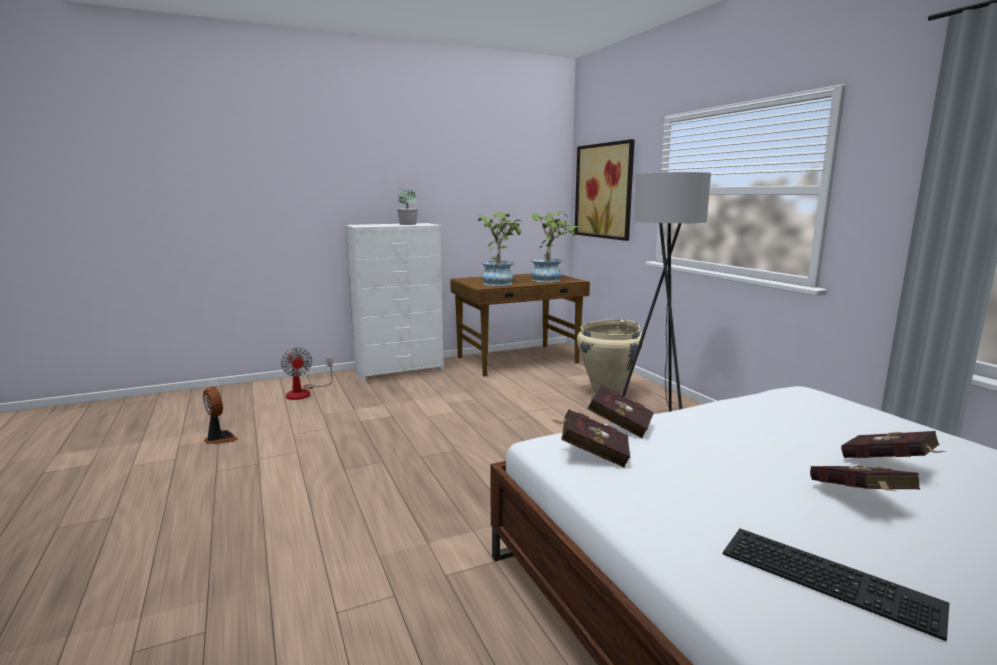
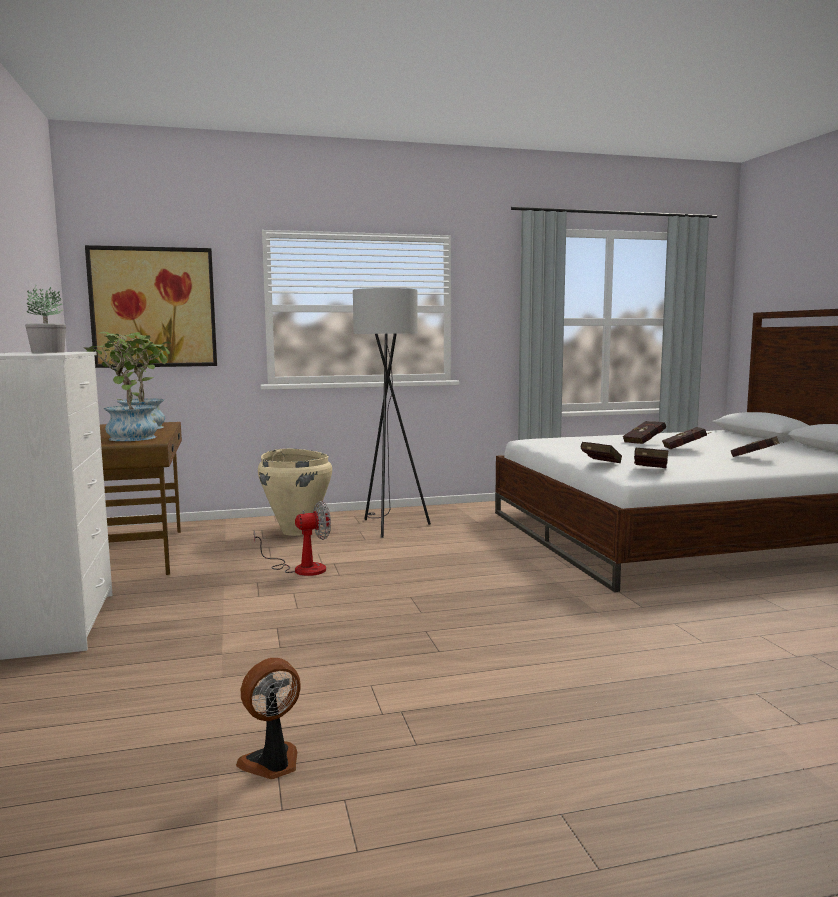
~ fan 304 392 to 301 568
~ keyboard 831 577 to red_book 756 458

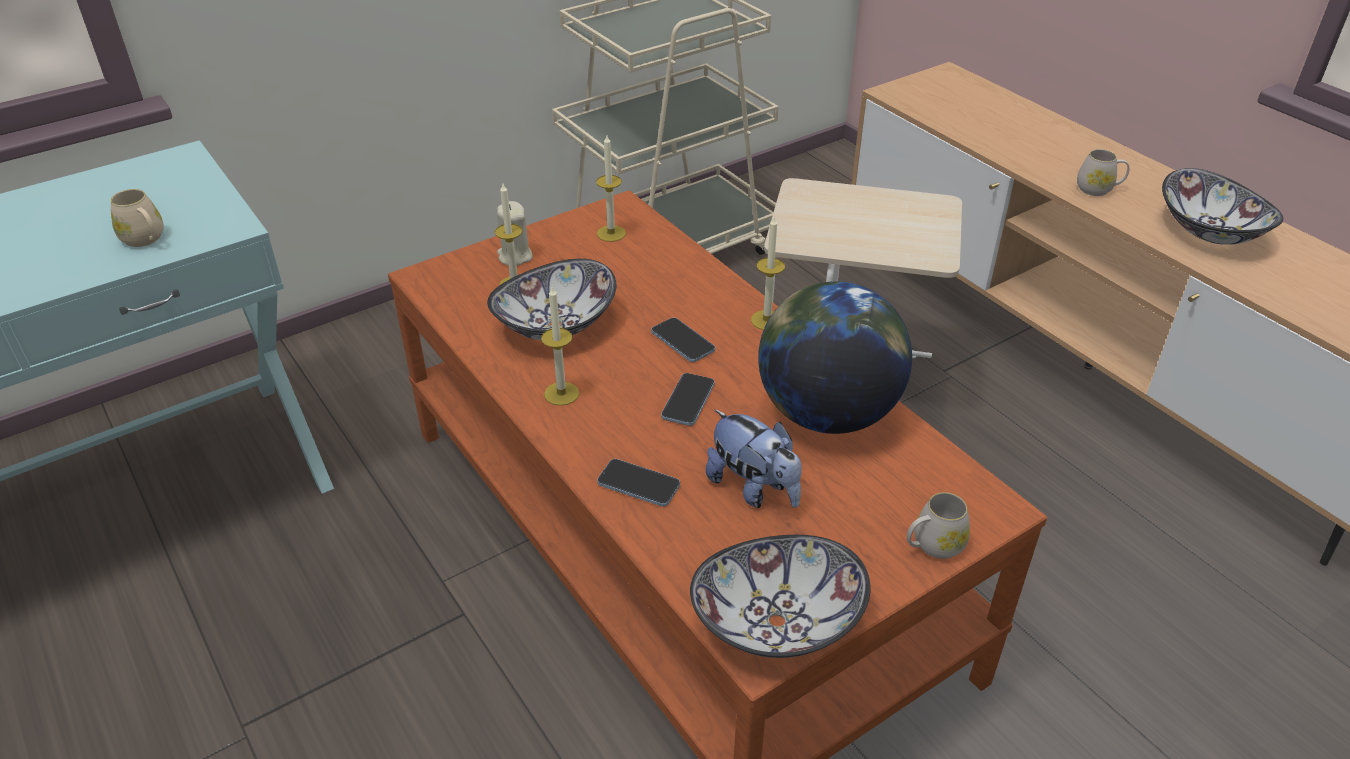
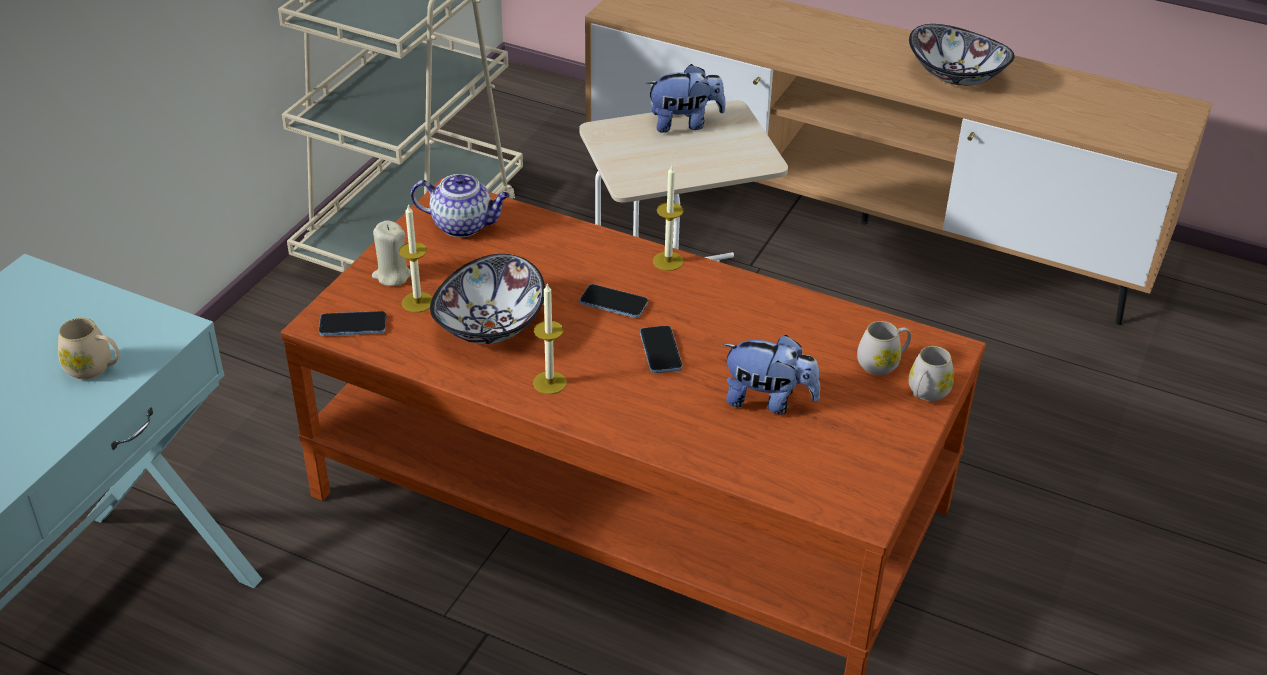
- bowl 776 620
- globe 826 413
+ plush_toy 684 123
~ phone 638 484 to 353 325
~ white_mug 1098 189 to 882 363
~ candle 611 233 to teapot 463 225

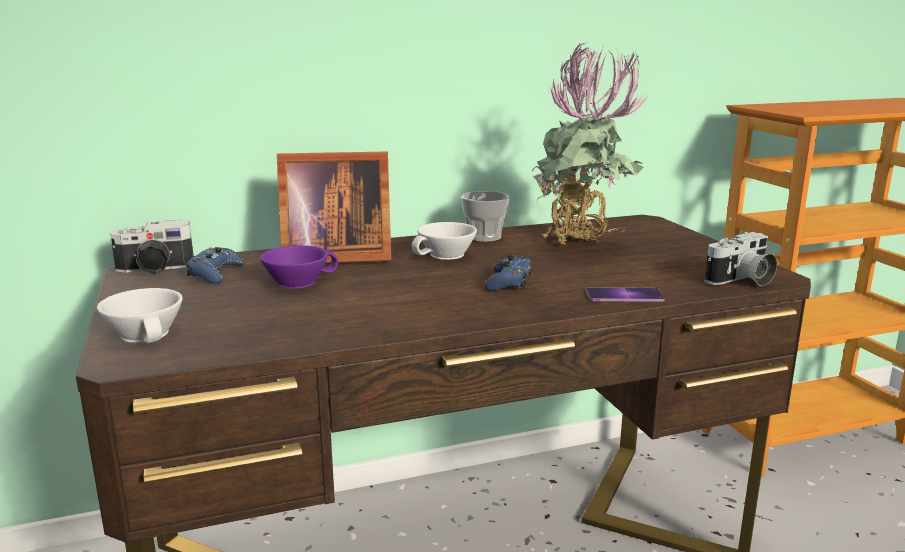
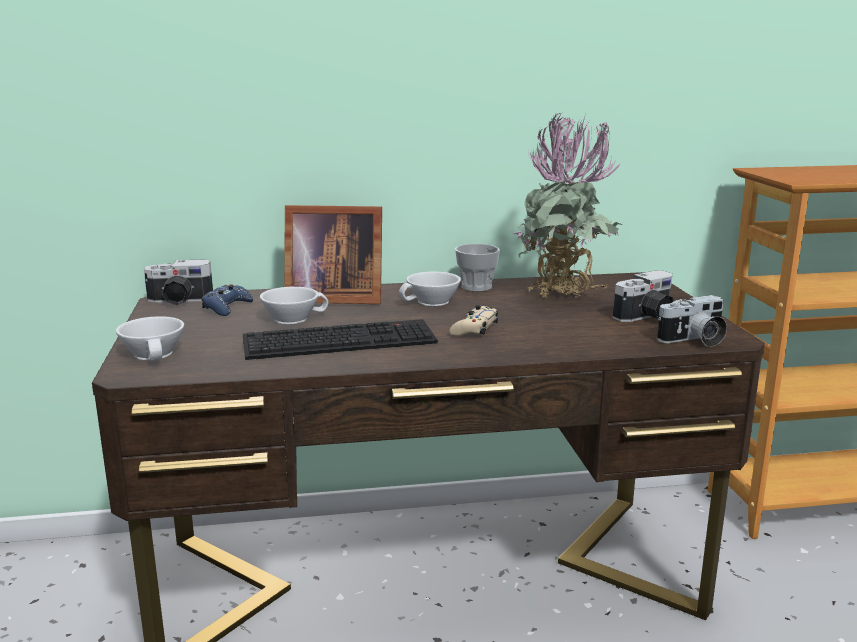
- phone 624 295
+ keyboard 341 340
+ photo_camera 647 317
~ purple_cup 297 281 to white_cup 292 317
~ blue_game_controller 508 282 to beige_game_controller 474 329

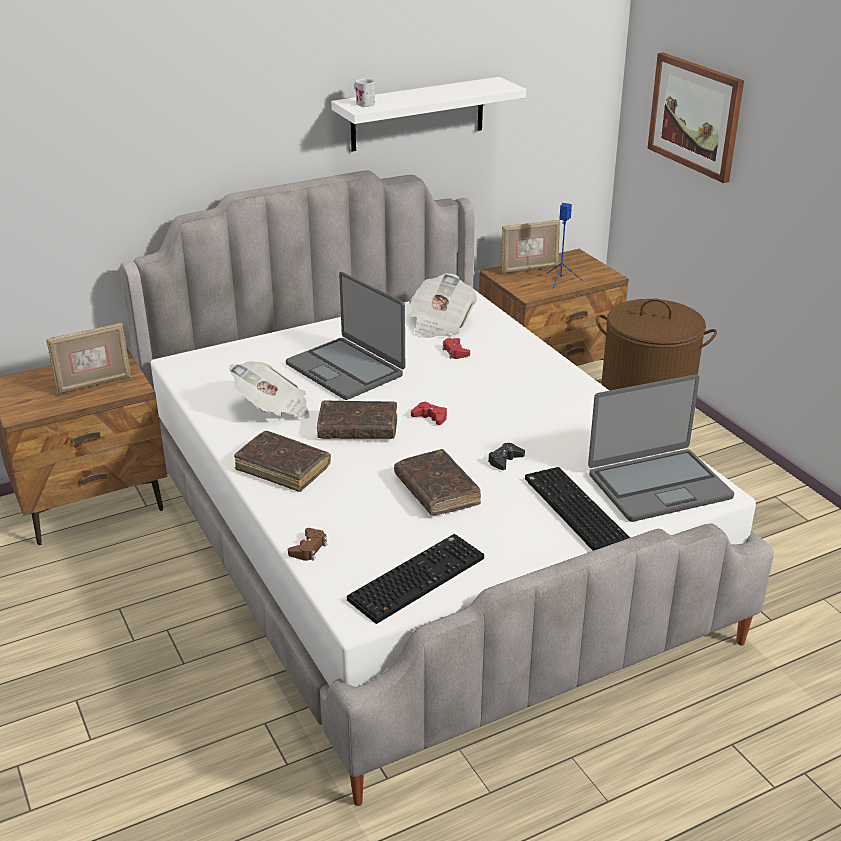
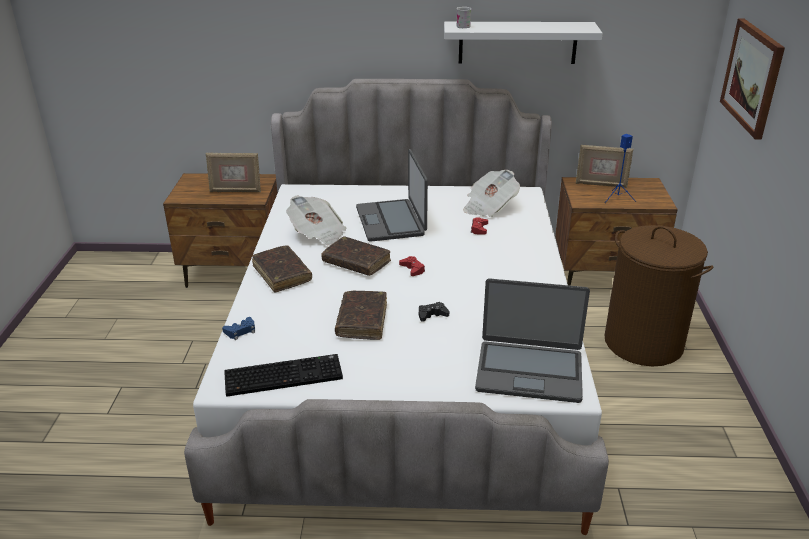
- keyboard 572 509
~ brown_game_controller 309 549 to blue_game_controller 240 331

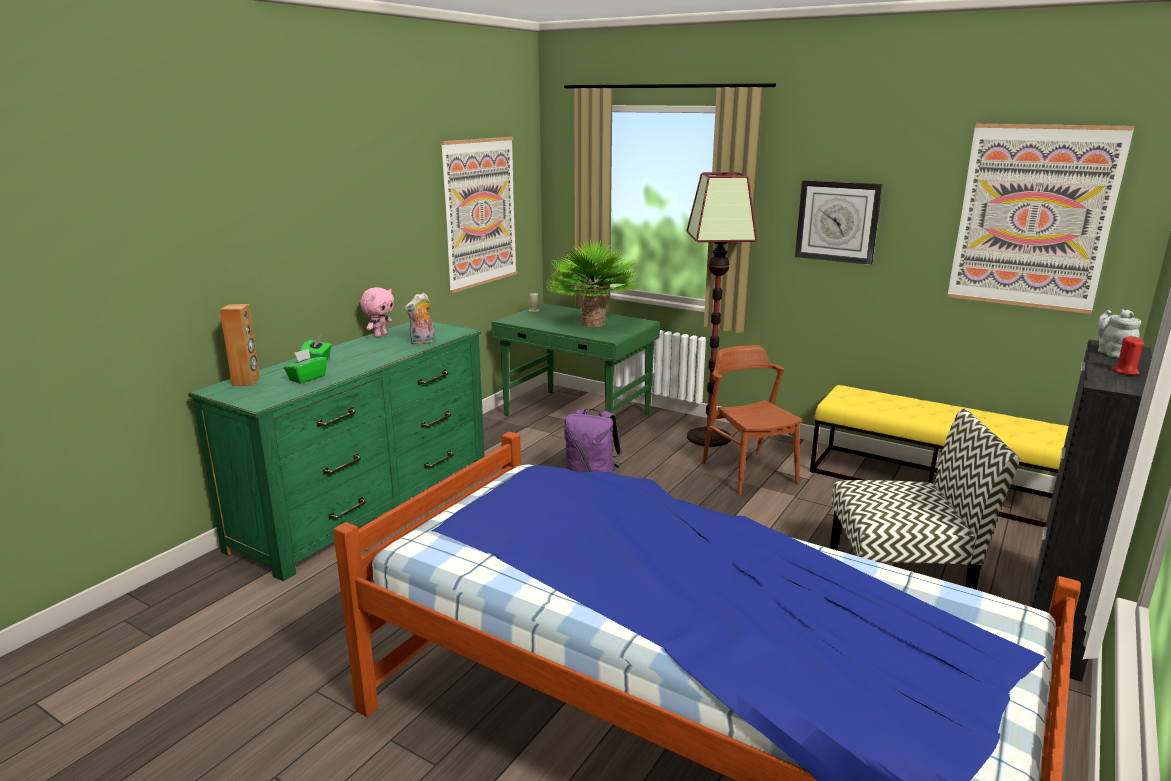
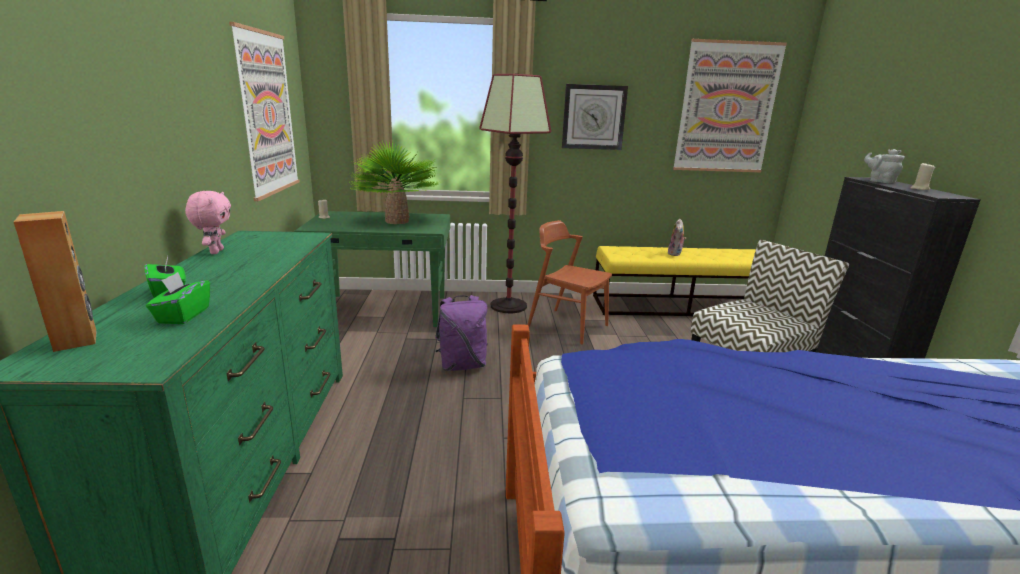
~ plush_toy 422 342 to 675 254
~ red_candle 1125 372 to beige_candle 919 189

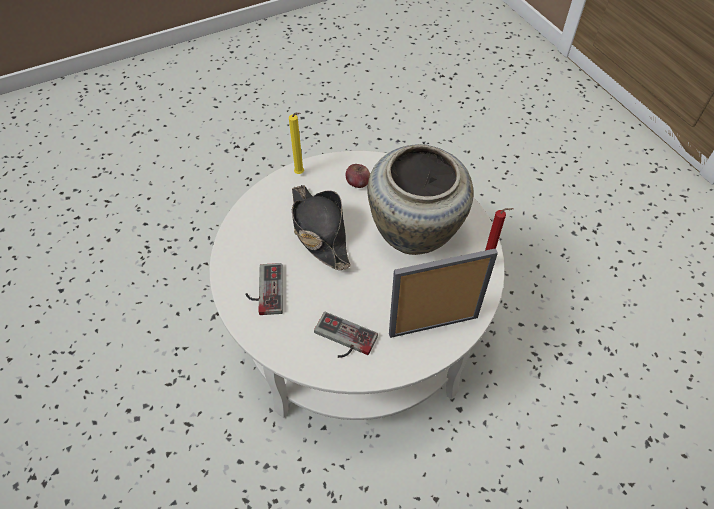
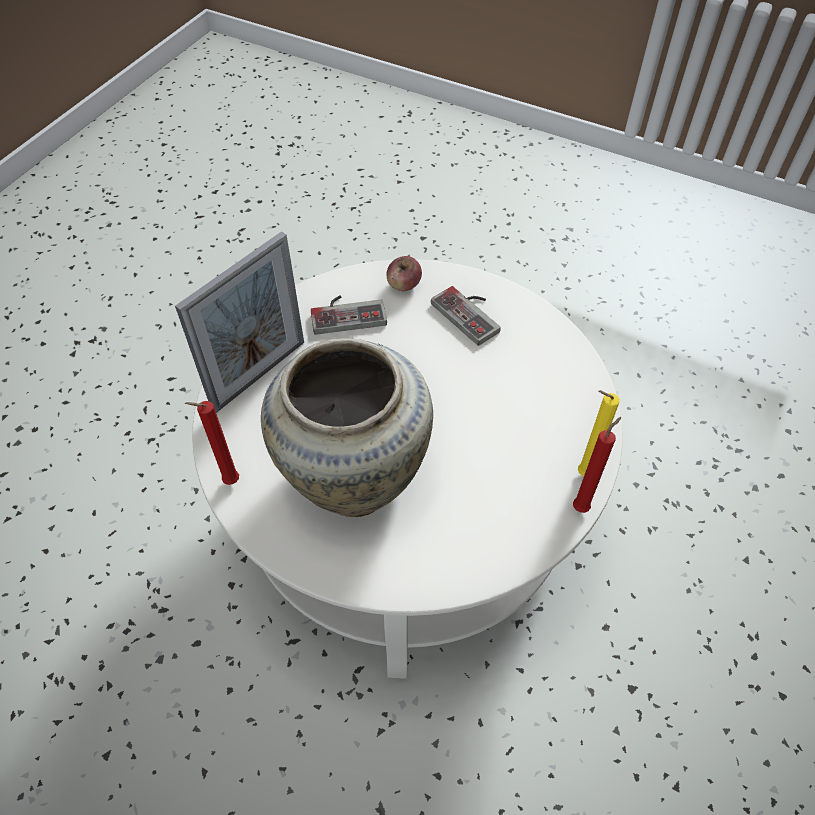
- black_hat 319 231
+ red_candle 582 506
~ apple 358 183 to 404 285

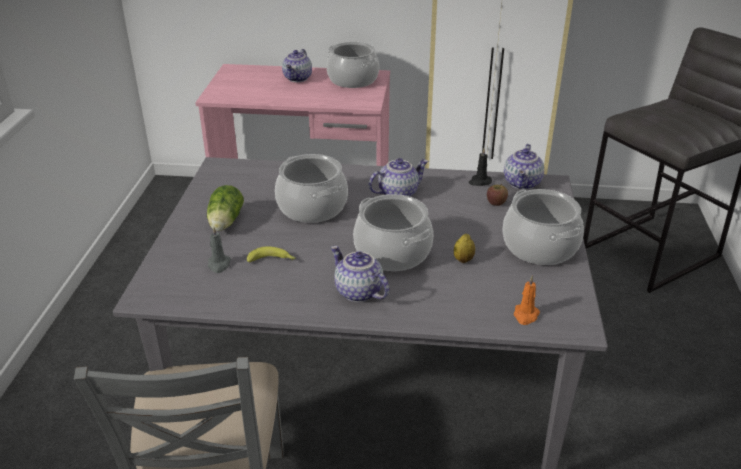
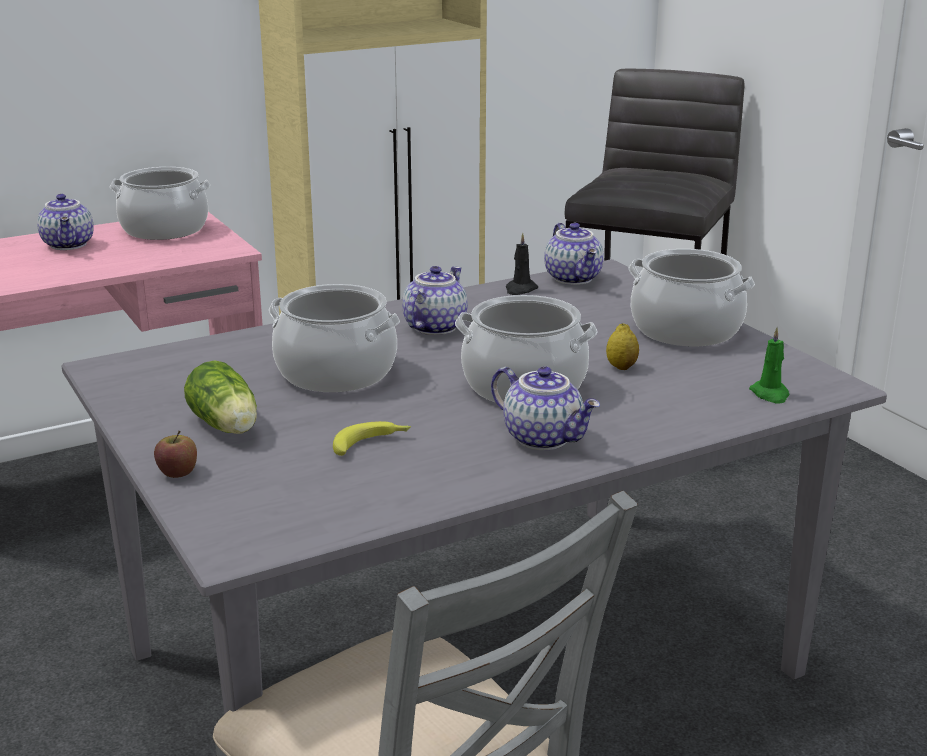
- grey_candle 219 265
~ apple 496 202 to 177 472
~ orange_candle 525 315 to green_candle 770 394
~ teapot 357 292 = 544 438 150 degrees counterclockwise

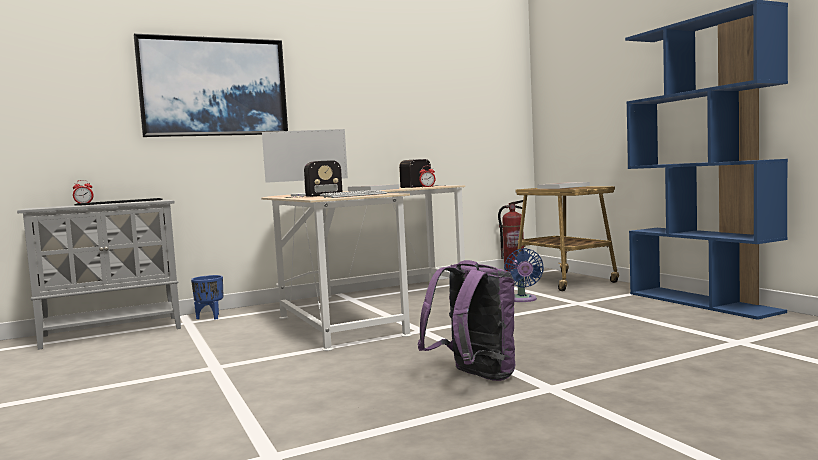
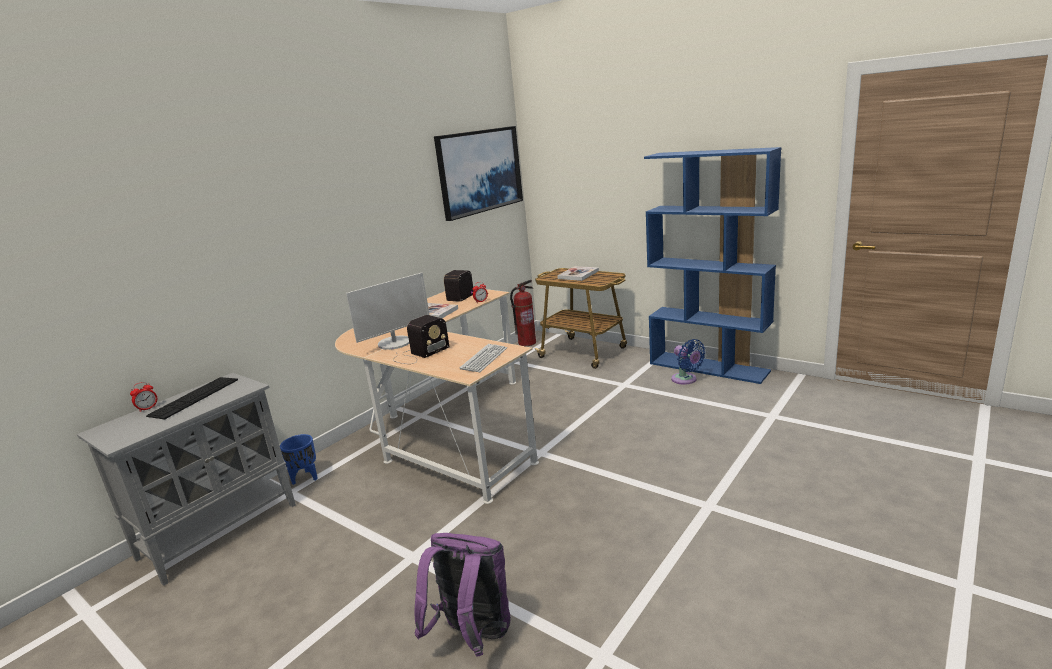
~ picture 214 87 to 479 171
~ purple_backpack 474 377 to 472 636
~ blue_fan 522 300 to 686 380

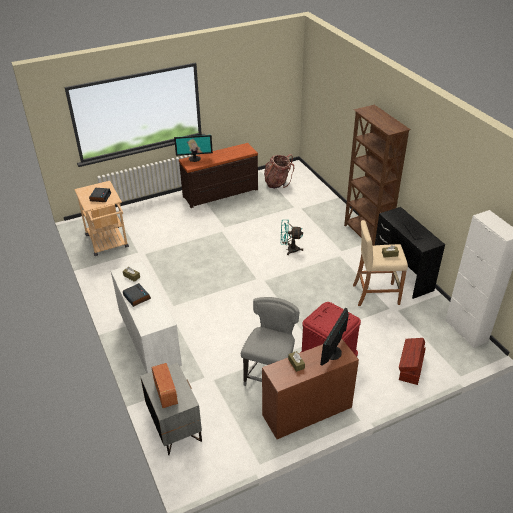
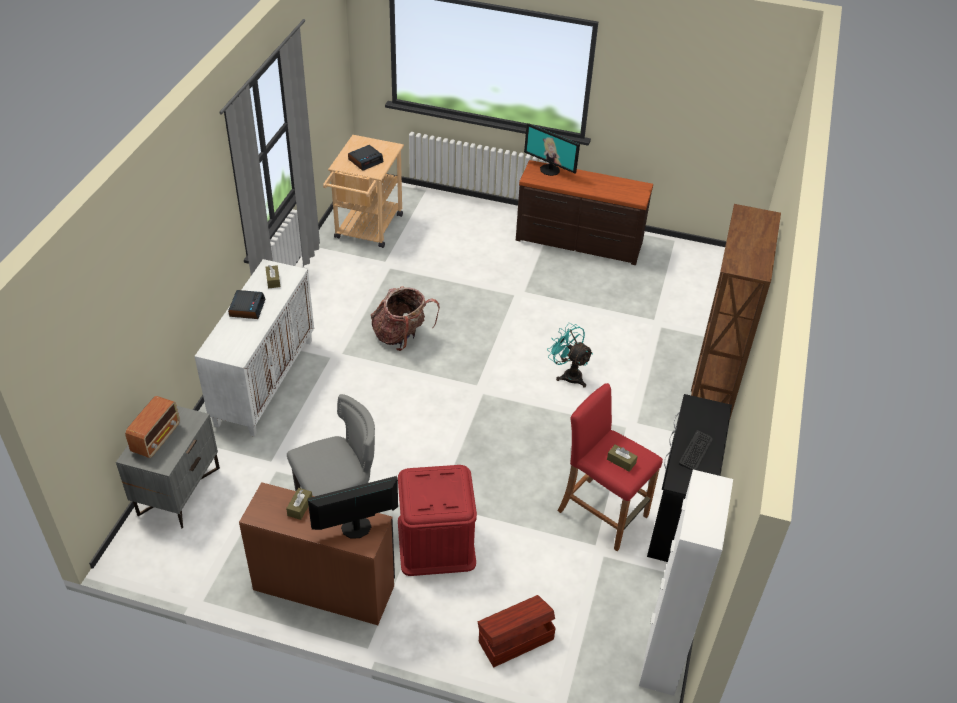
~ backpack 277 183 to 402 336
~ beige_stool 376 294 to red_stool 603 513

